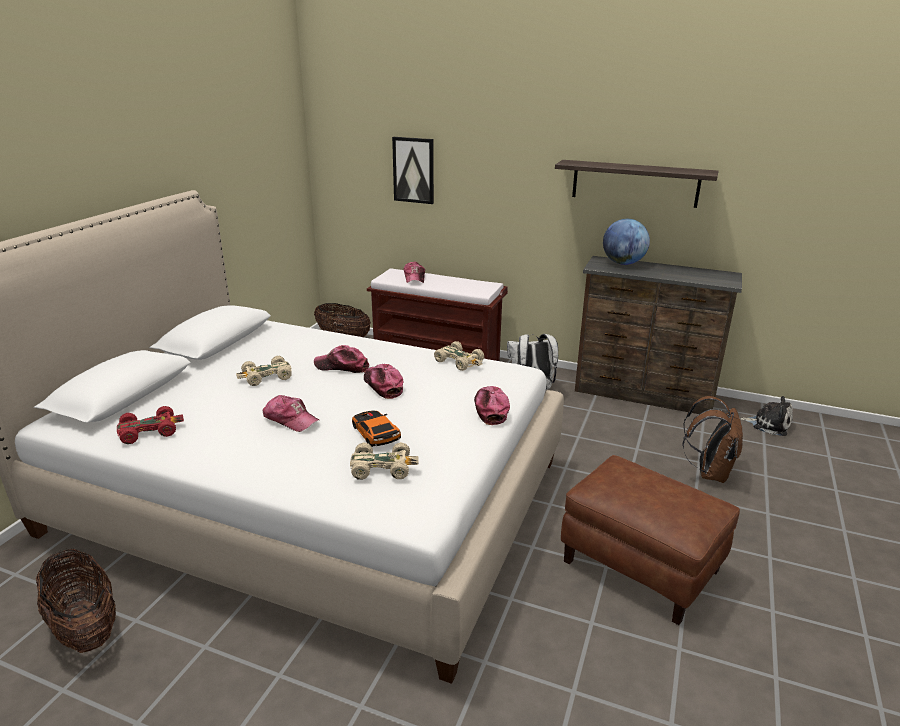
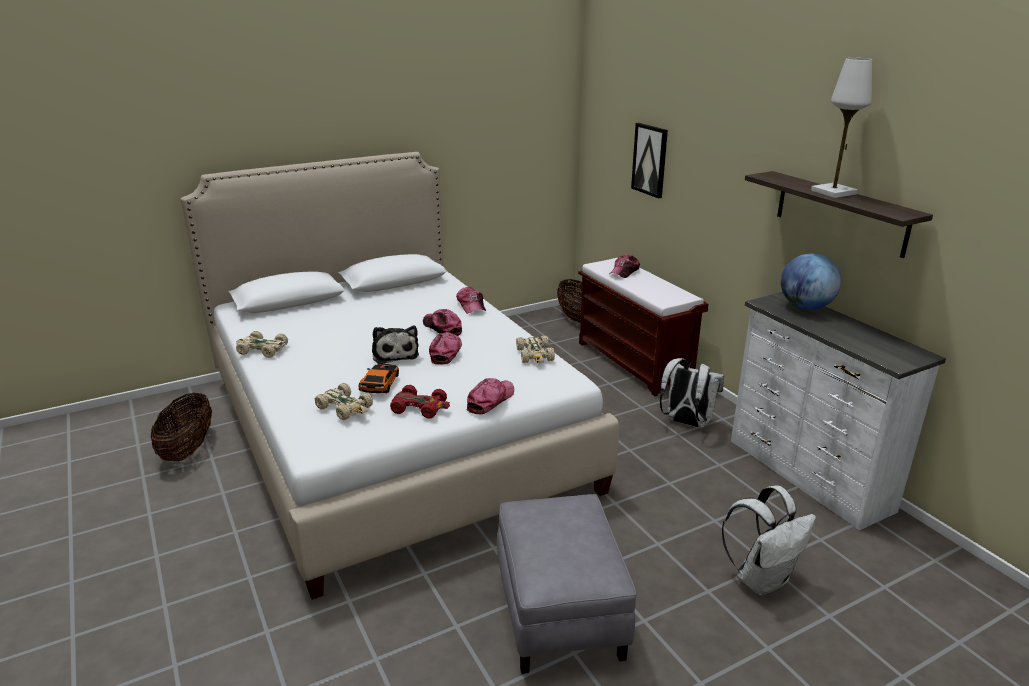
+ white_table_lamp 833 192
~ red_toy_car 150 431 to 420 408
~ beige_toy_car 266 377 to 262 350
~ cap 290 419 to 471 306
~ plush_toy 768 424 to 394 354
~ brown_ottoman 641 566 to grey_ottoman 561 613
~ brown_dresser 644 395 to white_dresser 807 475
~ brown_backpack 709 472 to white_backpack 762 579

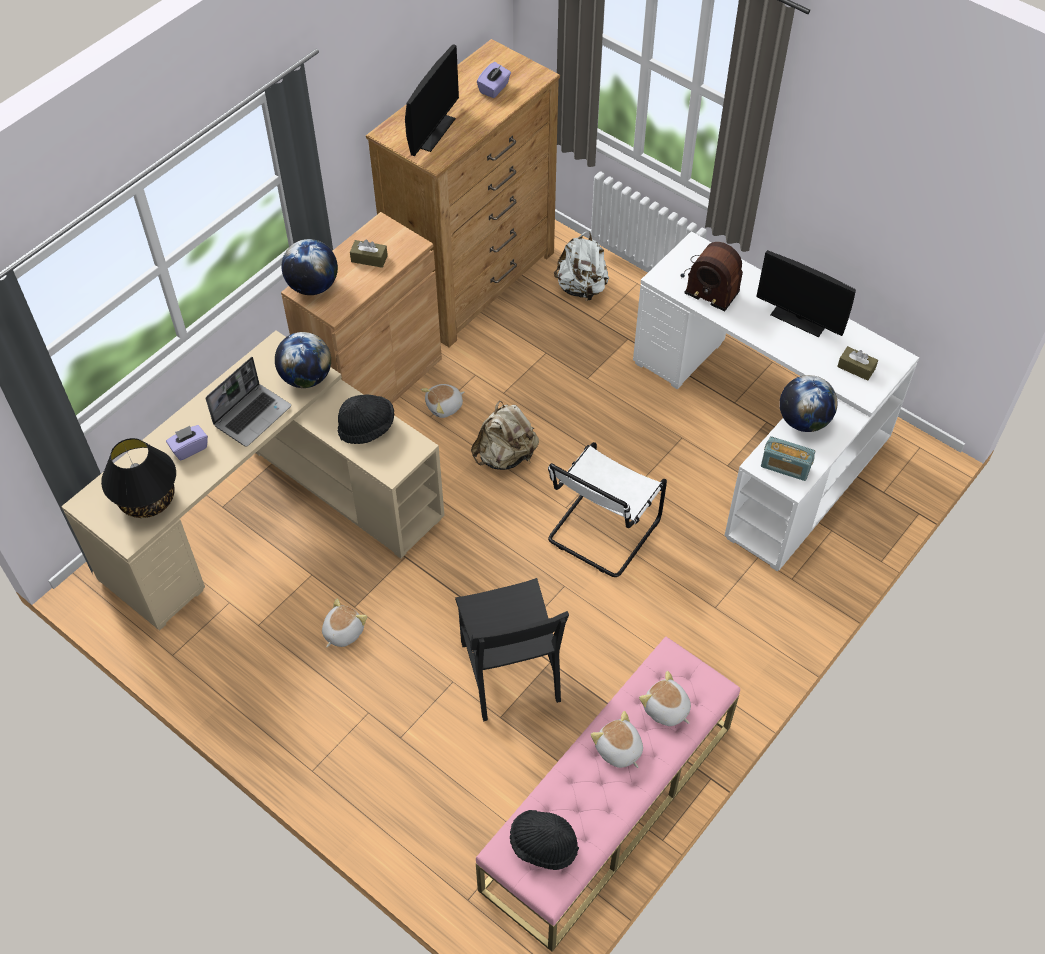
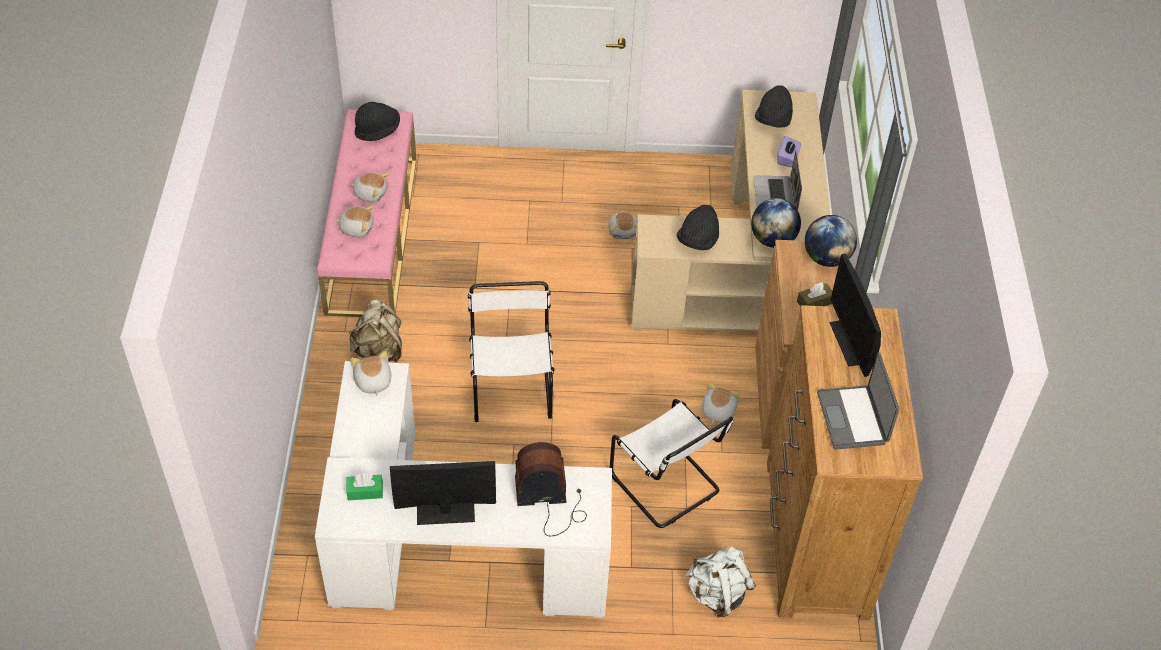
- black_chair 509 671
- globe 803 421
+ white_chair 667 486
~ beige_backpack 505 456 to 379 351
~ black_table_lamp 147 499 to black_hat 773 120
~ purple_tissue_box 494 88 to laptop 853 418
~ radio 785 467 to plush_toy 372 382
~ brown_tissue_box 856 368 to green_tissue_box 365 491

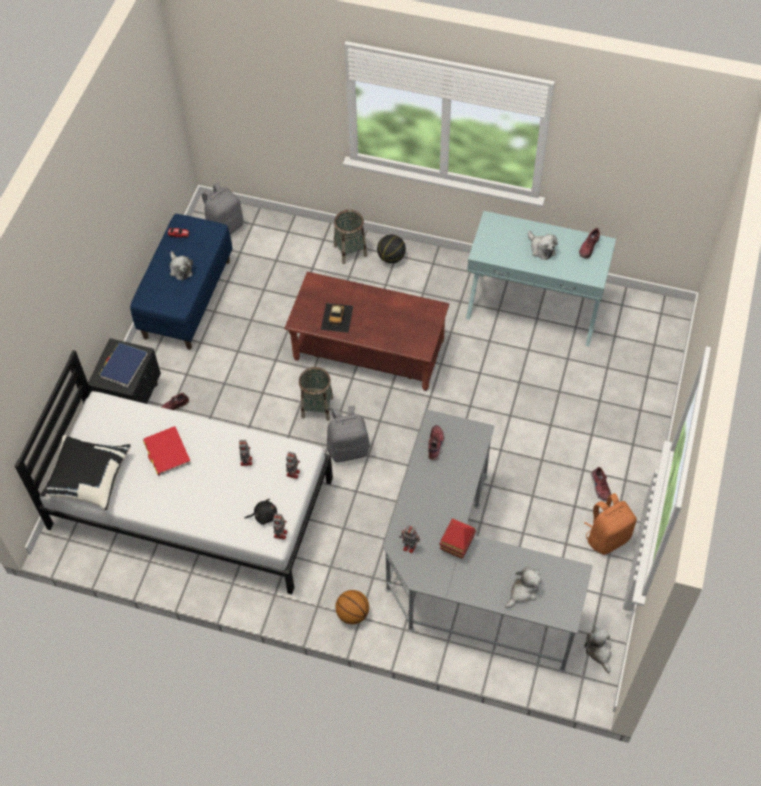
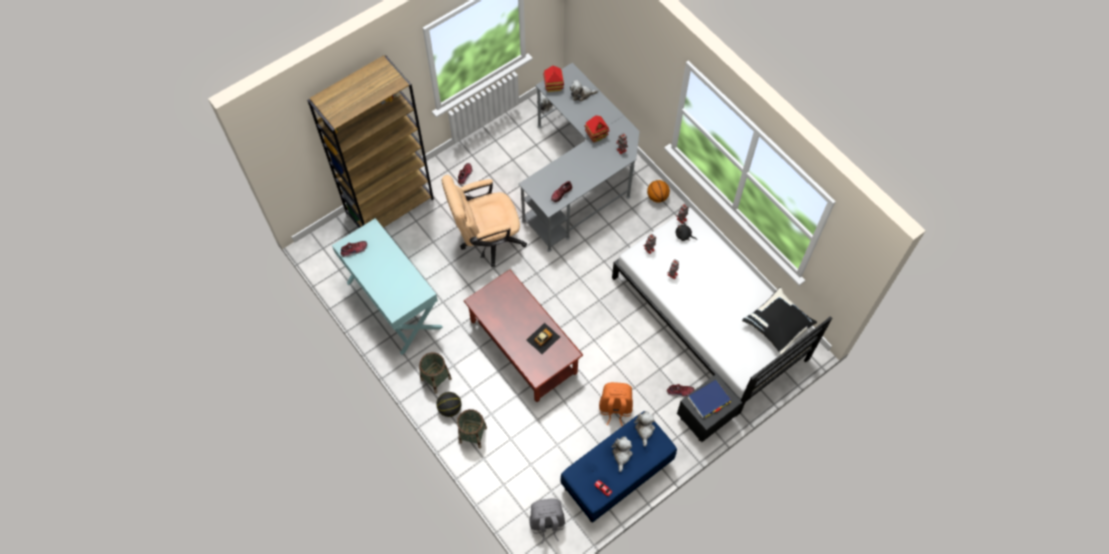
- red_book 167 452
- grey_backpack 348 448
+ brown_bookcase 390 206
+ beige_office_chair 486 240
+ toy_house 553 86
~ basket 317 407 to 436 379
~ plush_toy 541 249 to 644 429
~ orange_backpack 607 536 to 615 408

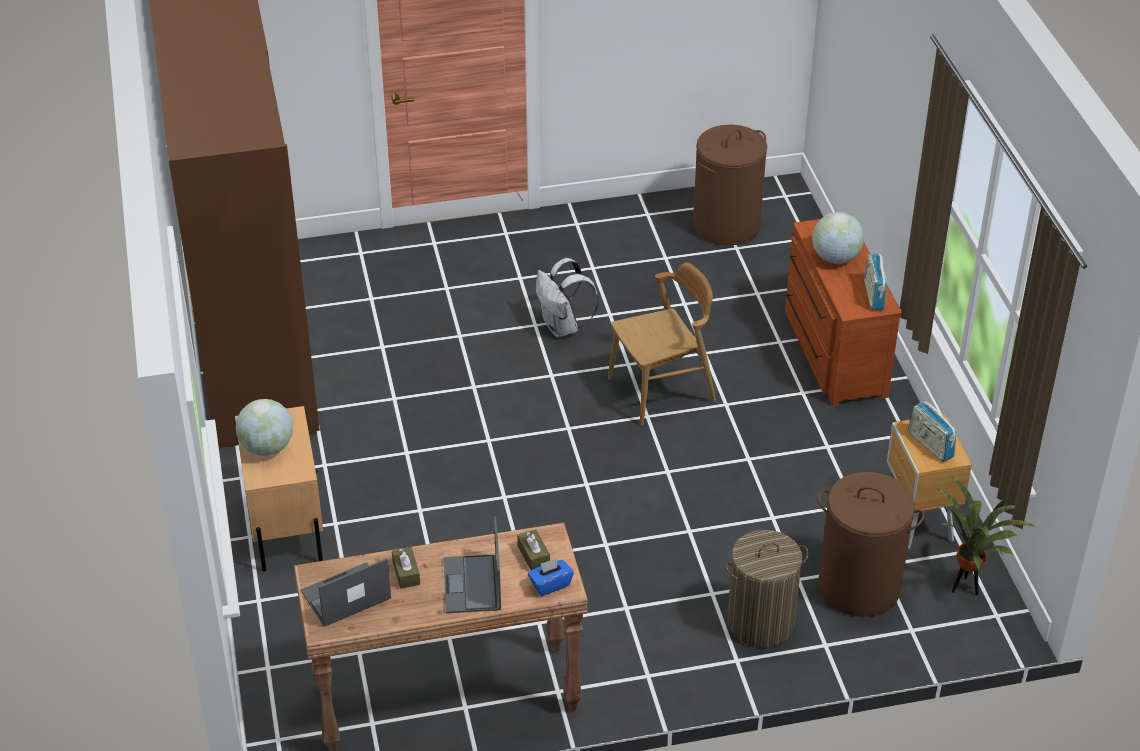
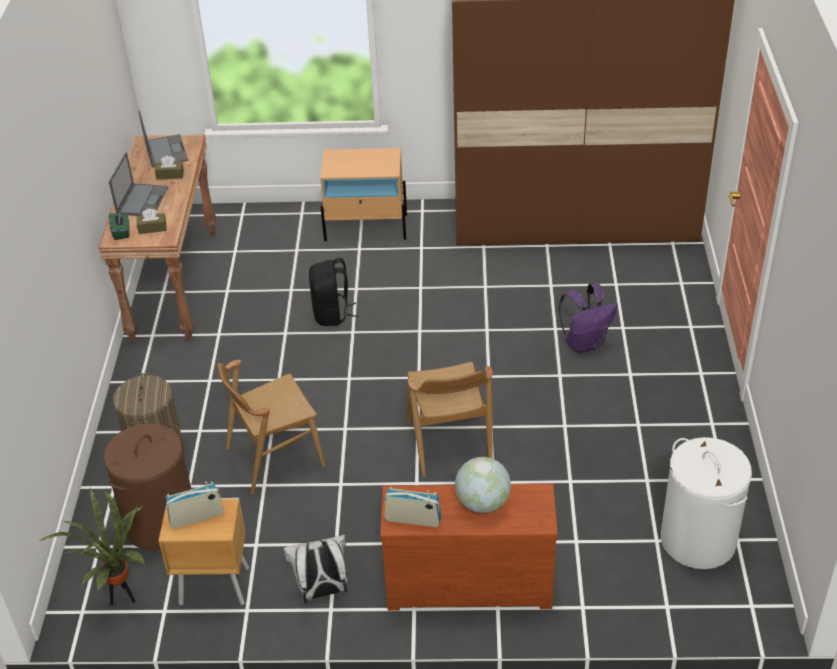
- globe 267 447
+ brown_chair 274 457
+ black_backpack 332 314
+ purple_backpack 585 343
~ white_backpack 563 327 to 322 591
~ blue_tissue_box 550 584 to green_tissue_box 121 232
~ brown_laundry_basket 726 225 to white_laundry_basket 697 540
~ laptop 472 585 = 142 200 90 degrees clockwise

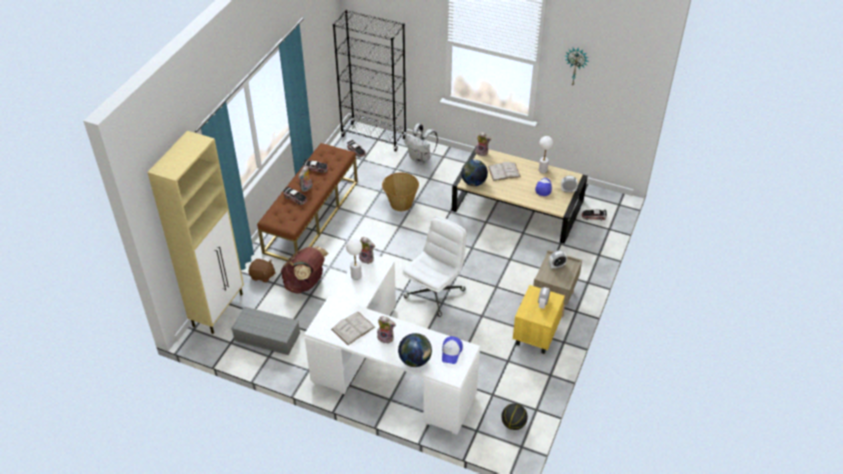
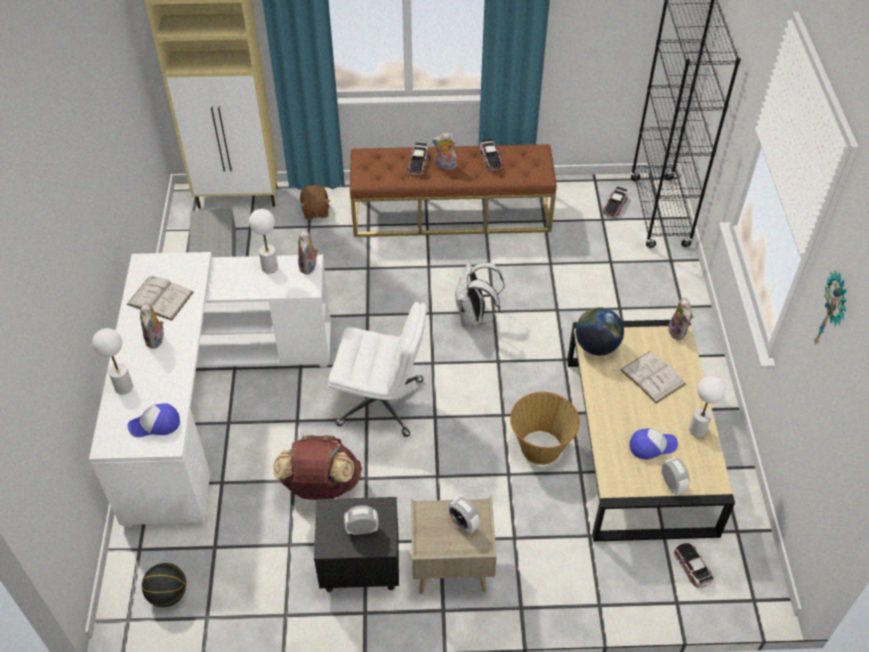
~ brown_backpack 305 283 to 320 486
~ basket 400 203 to 541 446
~ white_backpack 421 158 to 474 316
~ globe 415 360 to white_table_lamp 124 387
~ yellow_nightstand 535 335 to black_nightstand 359 566

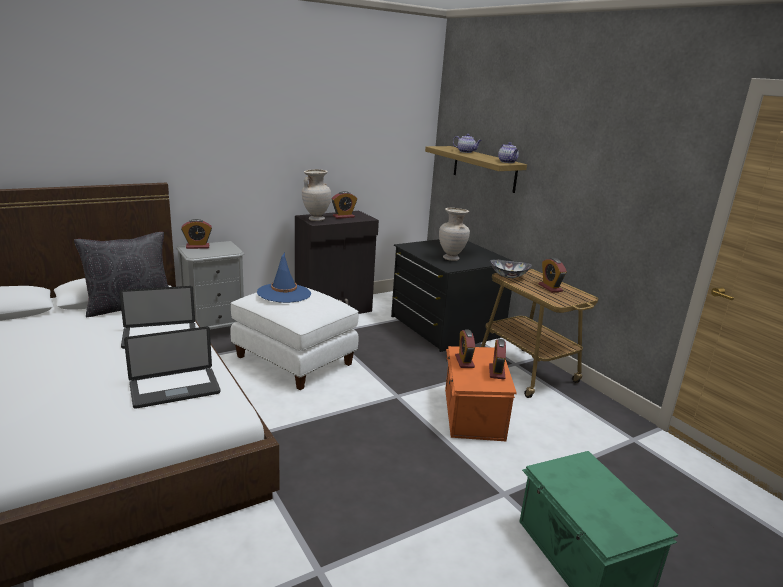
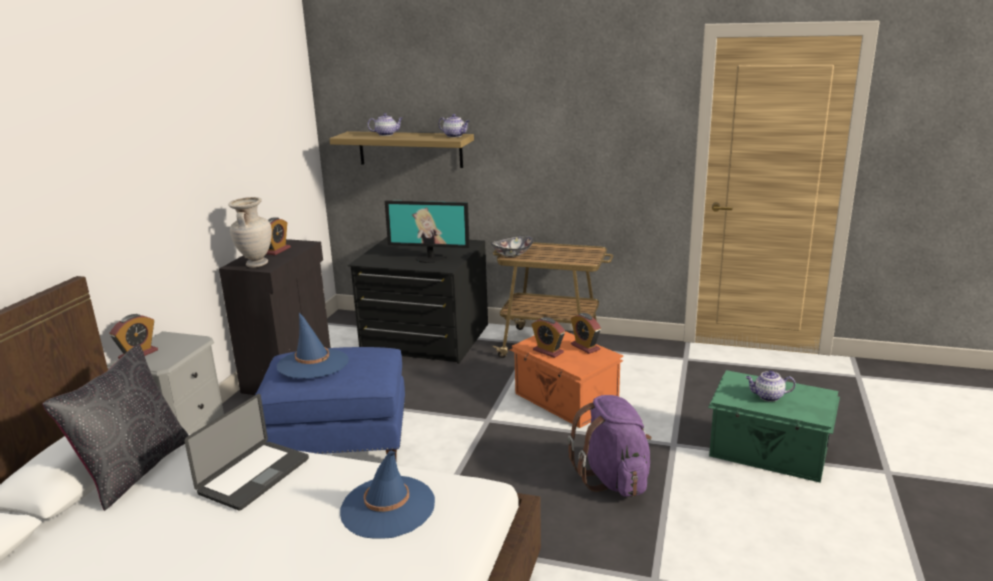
- alarm_clock 550 288
+ purple_backpack 613 479
+ teapot 767 396
~ laptop 175 389 to blue_hat 387 507
~ beige_vase 451 258 to monitor 430 258
~ white_ottoman 293 360 to blue_ottoman 338 443

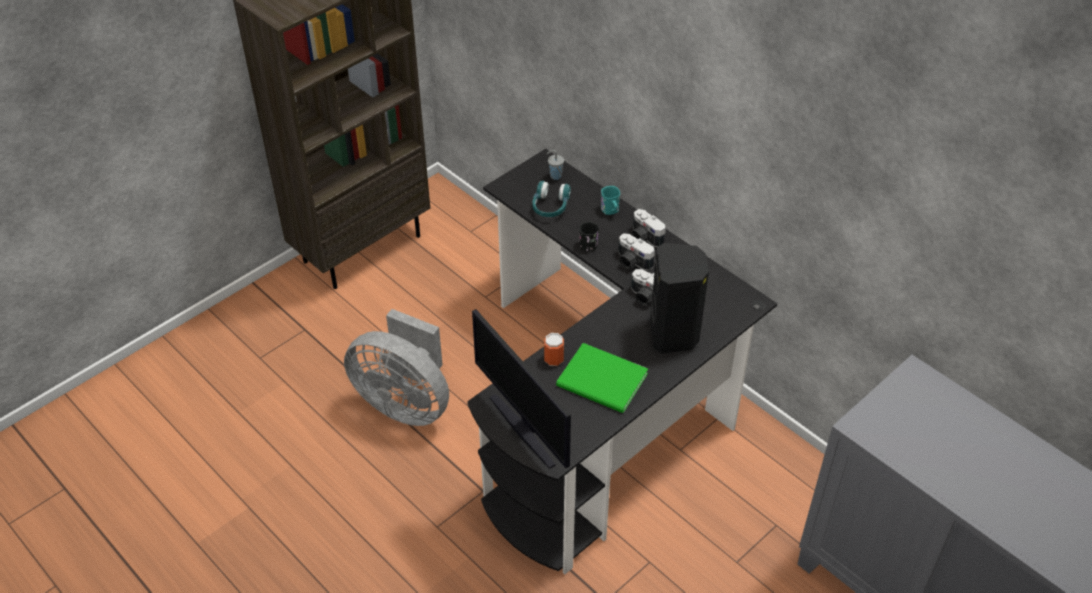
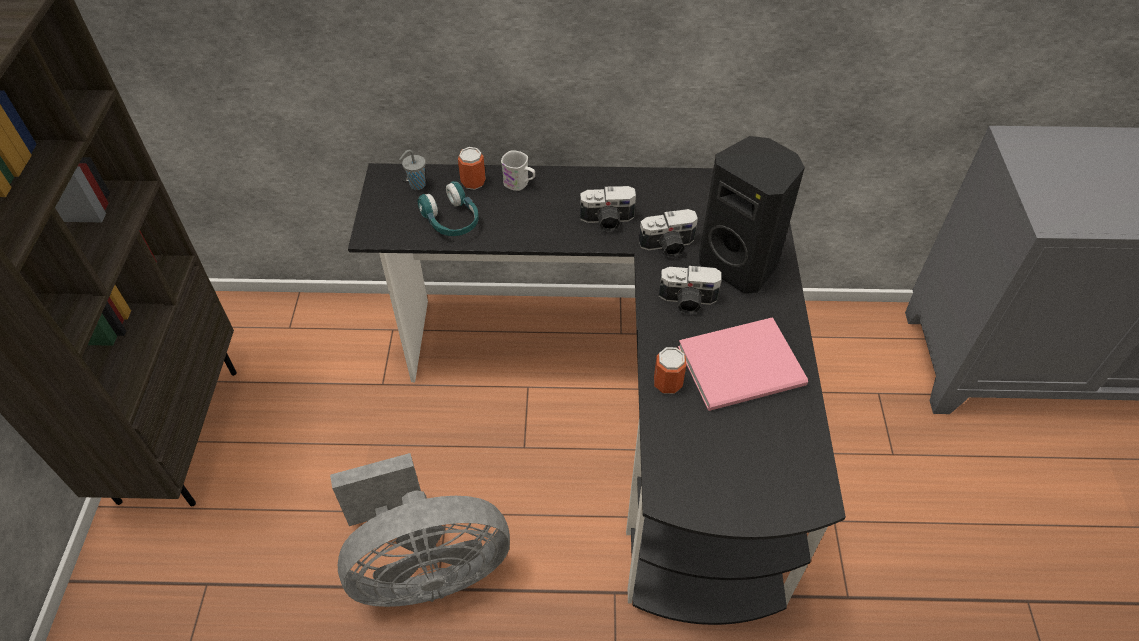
- monitor 524 429
- black_mug 589 242
+ can 473 182
~ photo_camera 644 238 to 687 301
~ green_book 603 382 to pink_book 745 367
~ turquoise_mug 611 211 to white_mug 520 184

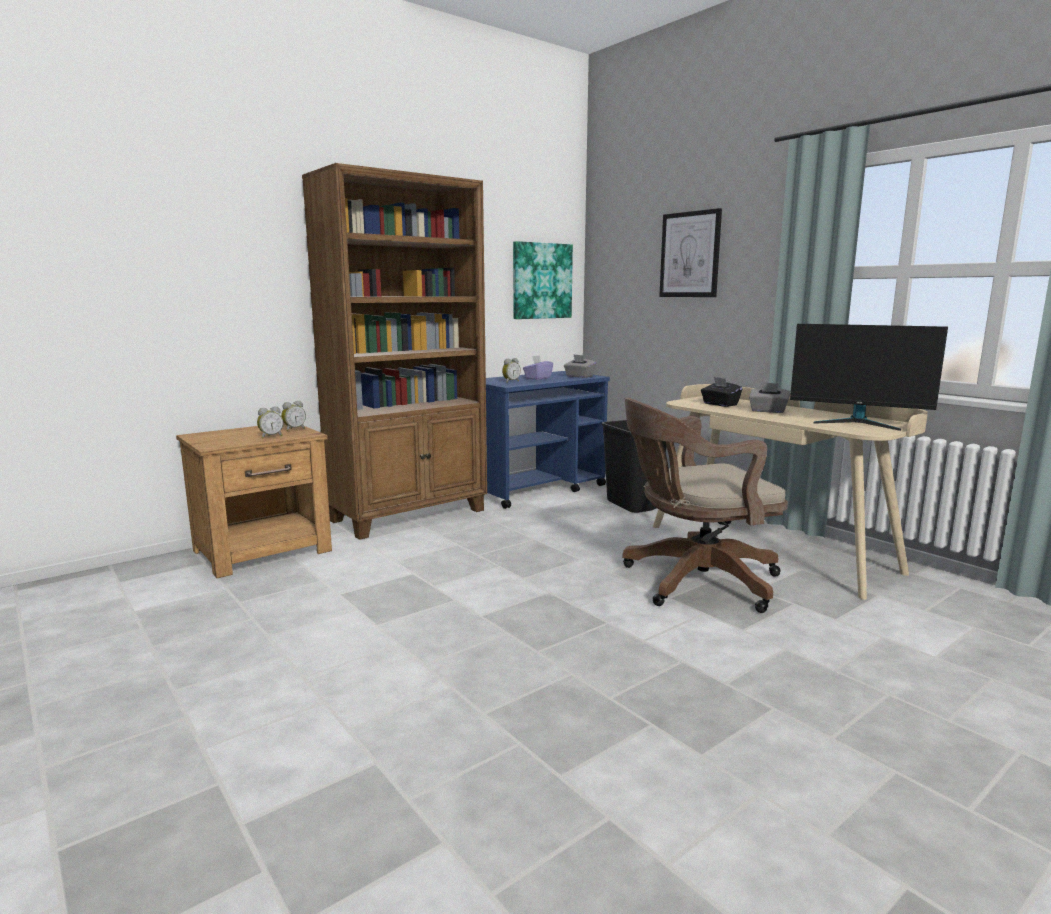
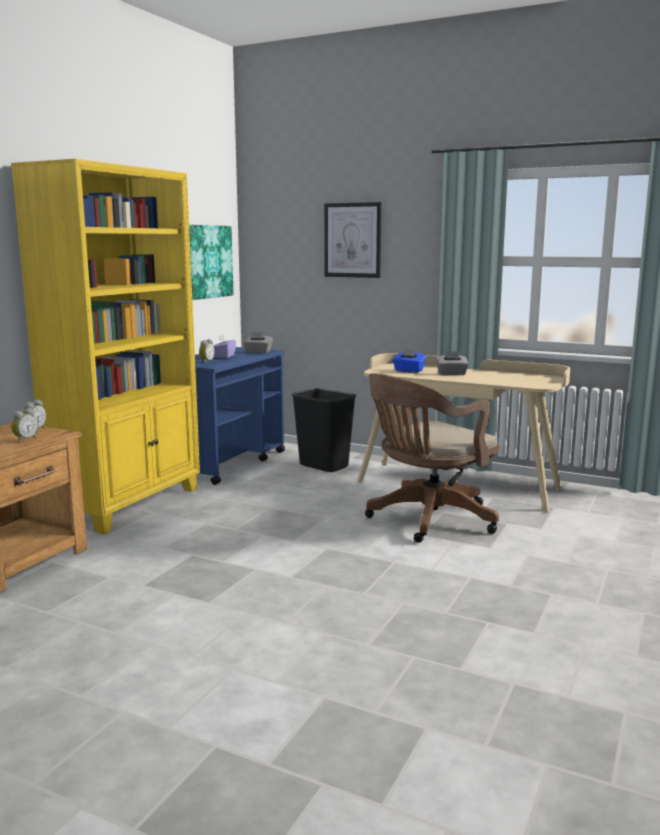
- monitor 858 422
~ brown_bookcase 410 515 to yellow_bookcase 129 504
~ black_tissue_box 720 404 to blue_tissue_box 408 371

